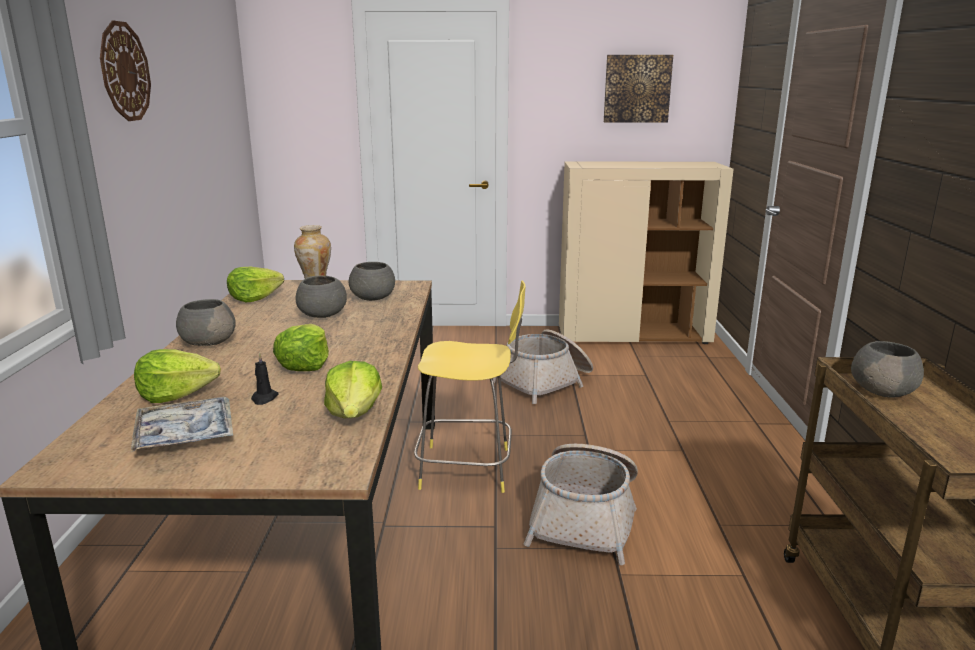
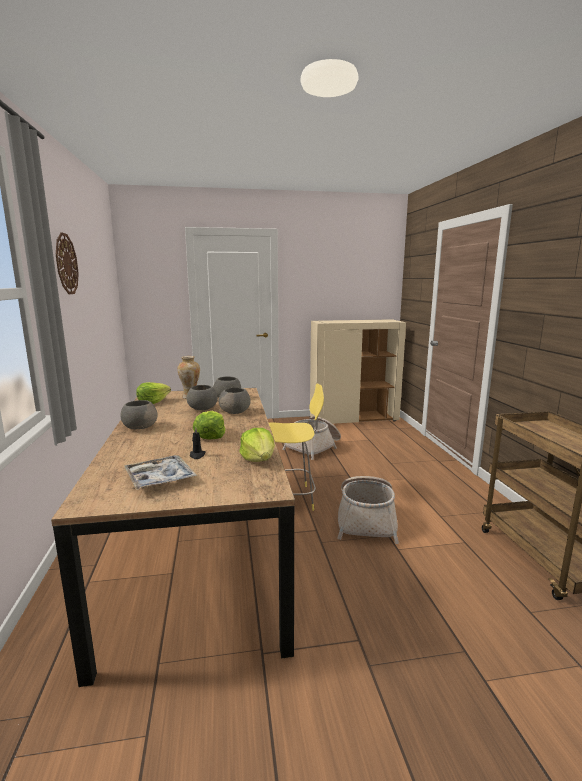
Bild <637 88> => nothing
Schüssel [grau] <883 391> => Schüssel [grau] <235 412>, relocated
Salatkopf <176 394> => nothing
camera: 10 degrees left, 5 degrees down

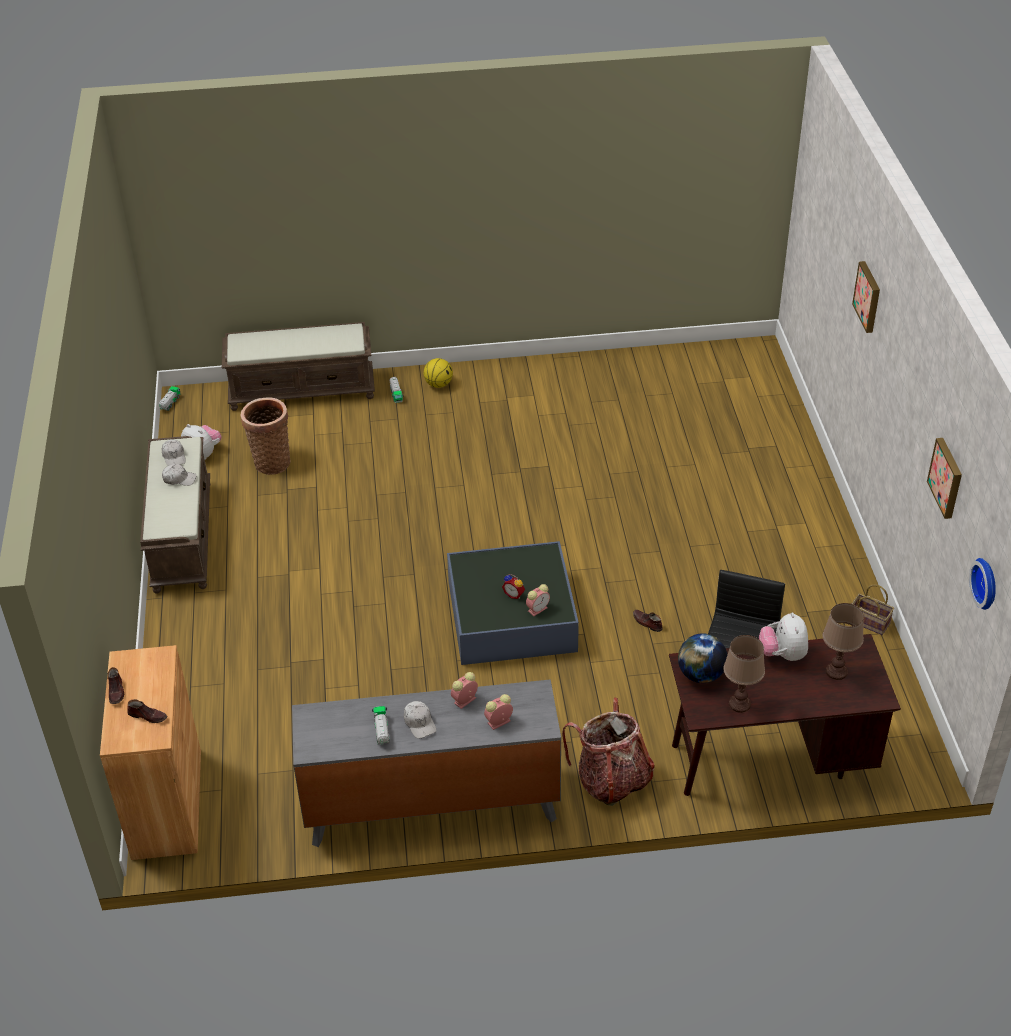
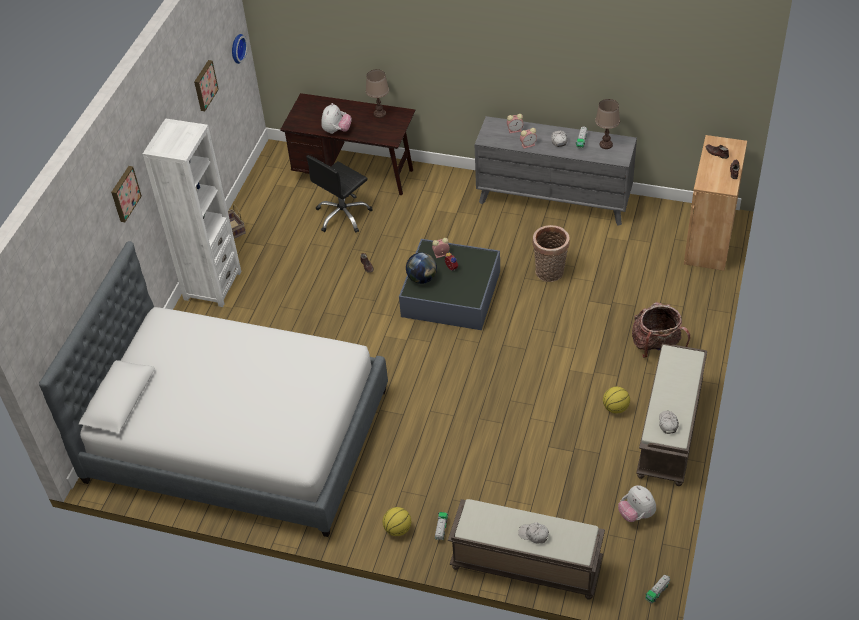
Korb <271 461> => Korb <550 273>, relocated
Kappe [weiß] <179 479> => Kappe [weiß] <534 535>, relocated
Tischlampe [braun] <836 671> => Tischlampe [braun] <606 145>, relocated
Globus <701 675> => Globus <422 279>, relocated
Rucksack <611 780> => Rucksack <656 346>, relocated
nothing => Bücherregal [weiß] <212 285>
nothing => Bett <238 435>
nothing => Basketball <615 408>
camera: 155 degrees left, 5 degrees up

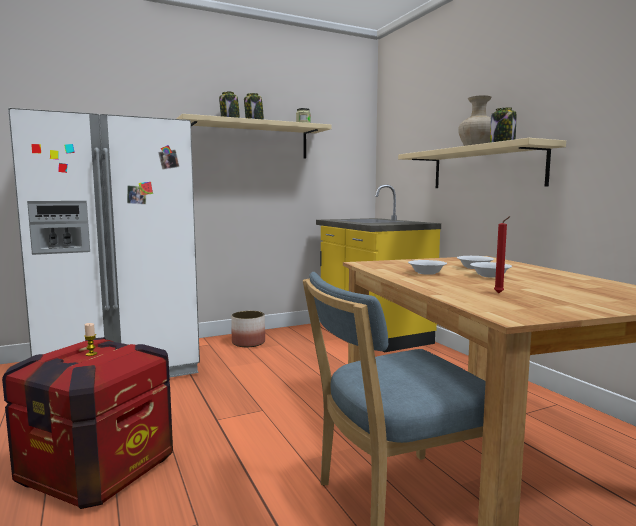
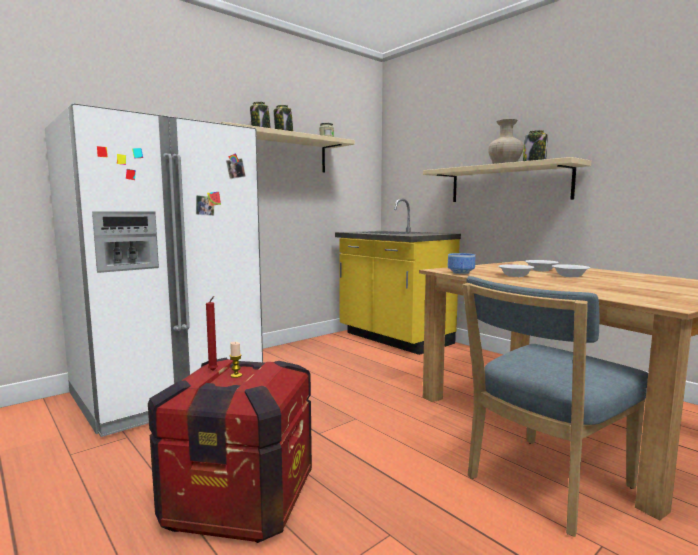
Kerze [rot] <500 293> => Kerze [rot] <213 371>, relocated
Pflanzkübel <248 343> => nothing
nothing => Schüssel <459 273>
camera: 15 degrees left, 0 degrees up

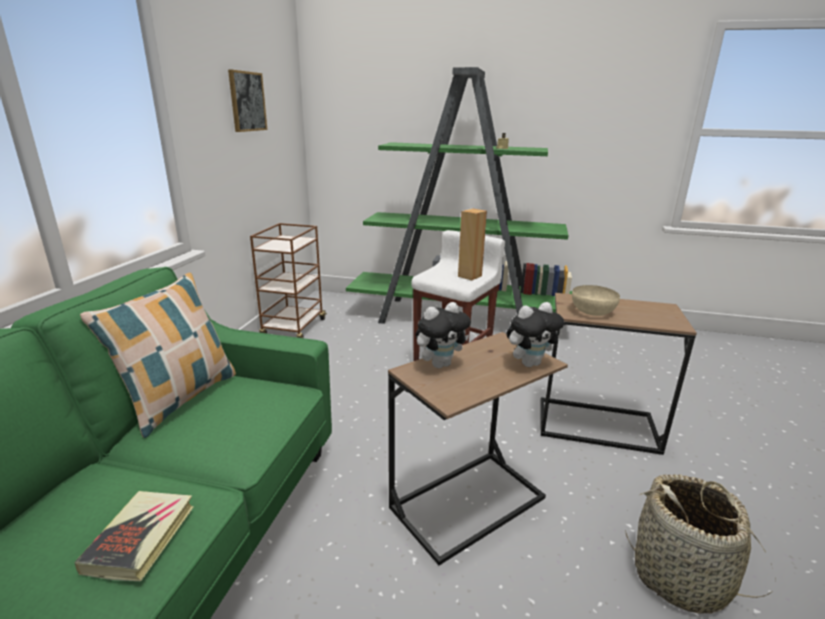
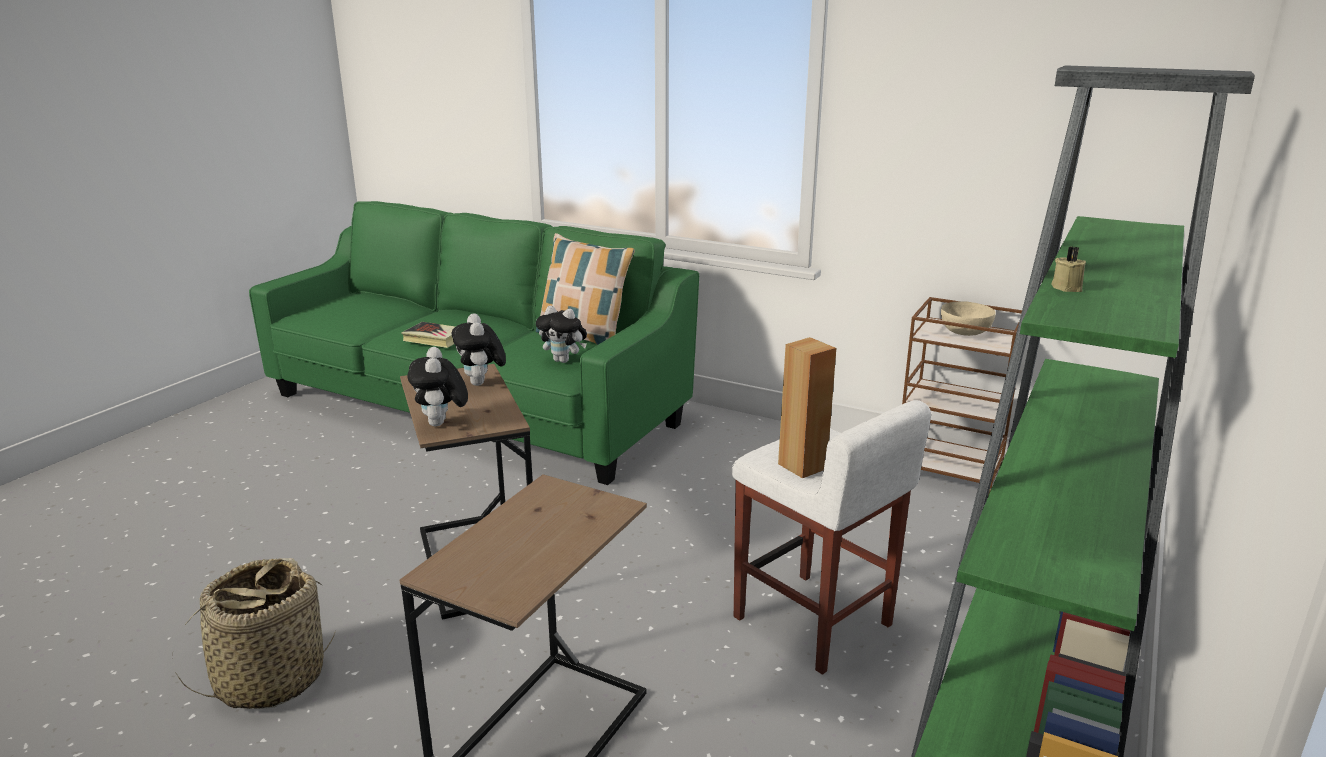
Bild <247 101> => nothing
Schüssel [beige] <592 311> => Schüssel [beige] <965 331>, relocated
nothing => Plüschtier <564 360>
camera: 105 degrees right, 0 degrees up

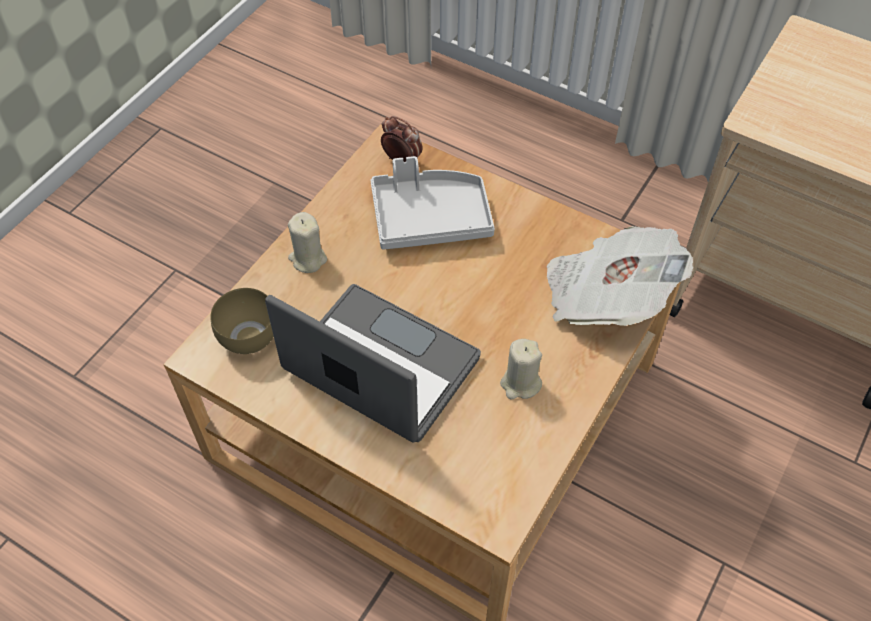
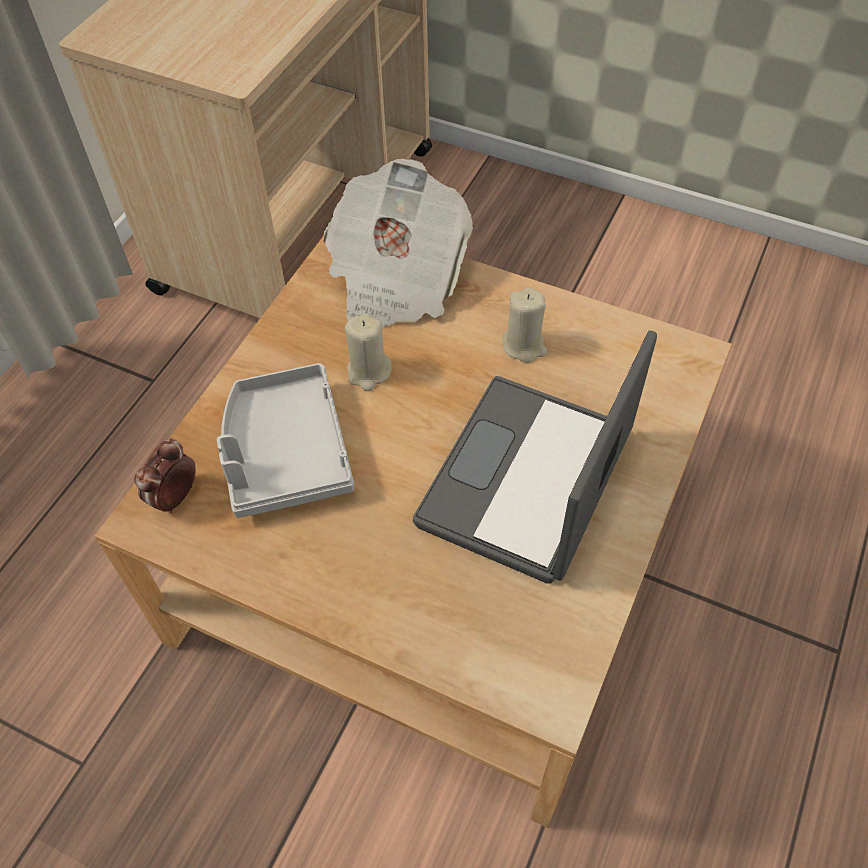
Kerze [beige] <308 259> => Kerze [beige] <368 372>, relocated
Schüssel [braun] <249 340> => nothing
camera: 95 degrees left, 0 degrees up

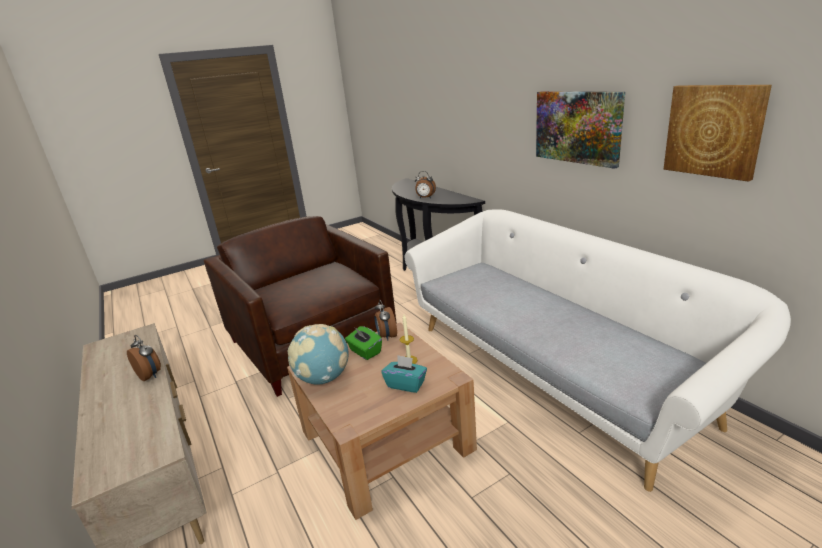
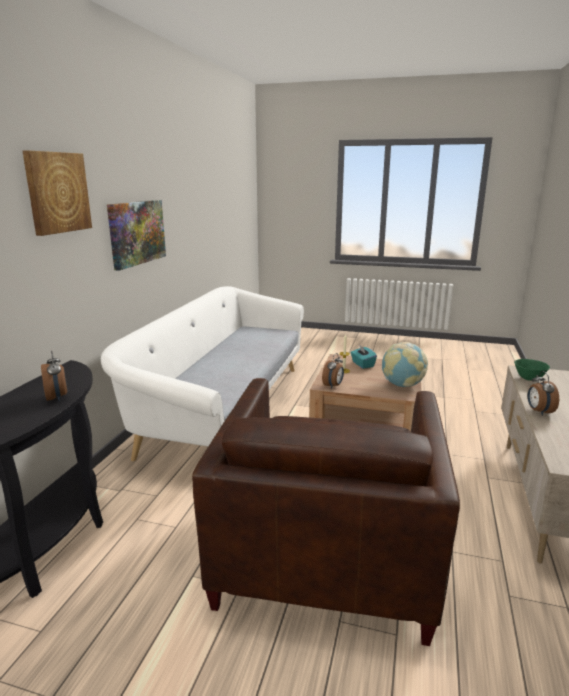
Bild <714 131> => Bild <57 192>, relocated
Taschentuchbox [grün] <365 352> => nothing
nothing => Schüssel [grün] <529 378>
camera: 135 degrees left, 5 degrees down

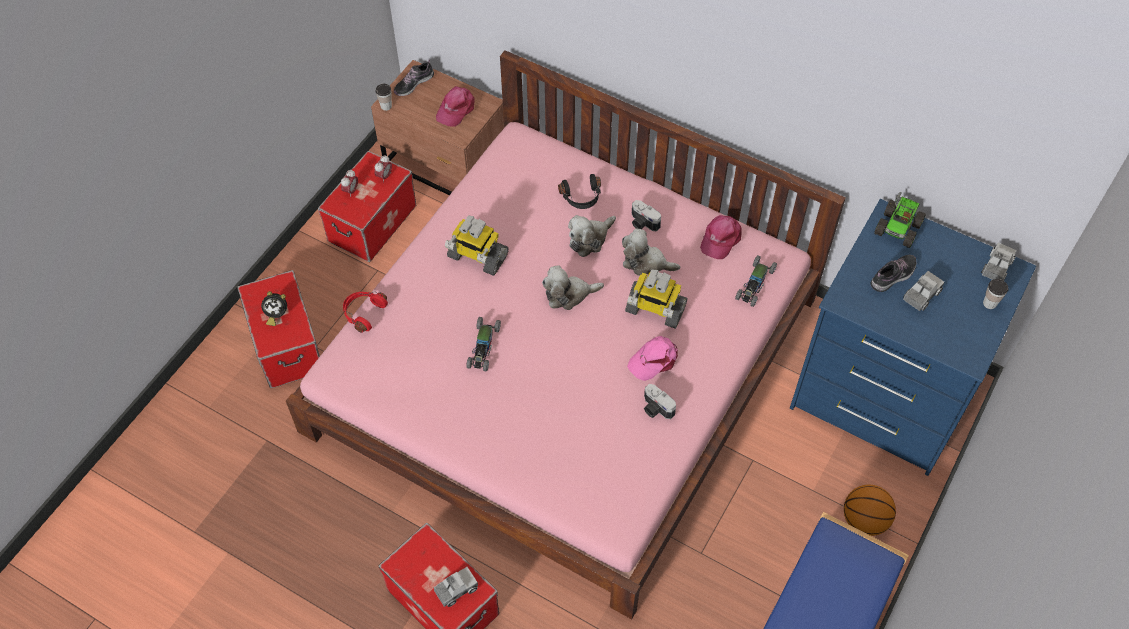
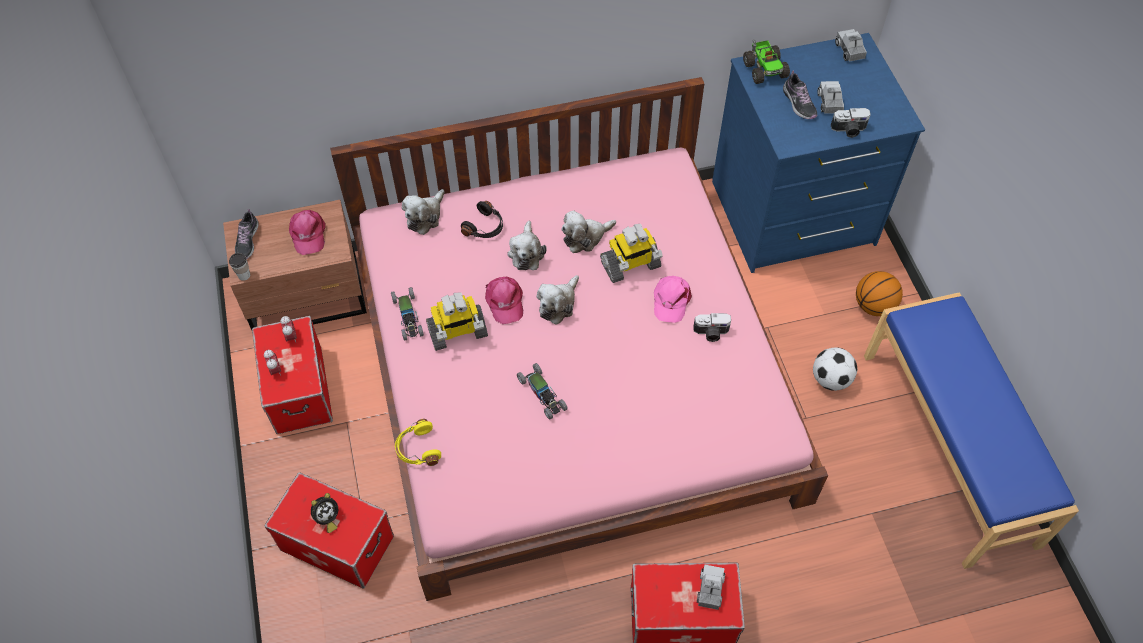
Kamera <642 223> => Kamera <849 130>, relocated
Kappe [rosa] <720 239> => Kappe [rosa] <504 301>, relocated
Spielzeugauto <755 284> => Spielzeugauto <408 316>, relocated
Schuh <893 276> => Schuh <799 103>, 150 degrees clockwise
Tasse <989 303> => nothing
Kopfhörer [rot] <363 313> => Kopfhörer [gelb] <417 449>
nothing => Plüschtier <425 216>
nothing => Fußball <830 379>
camera: 45 degrees left, 0 degrees up

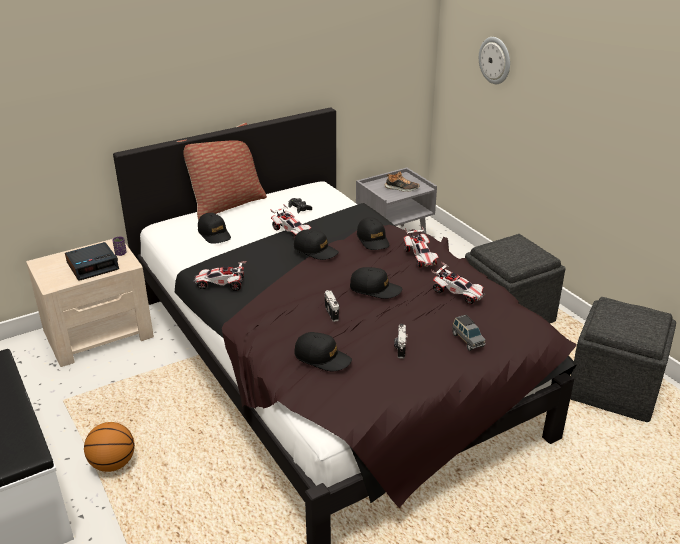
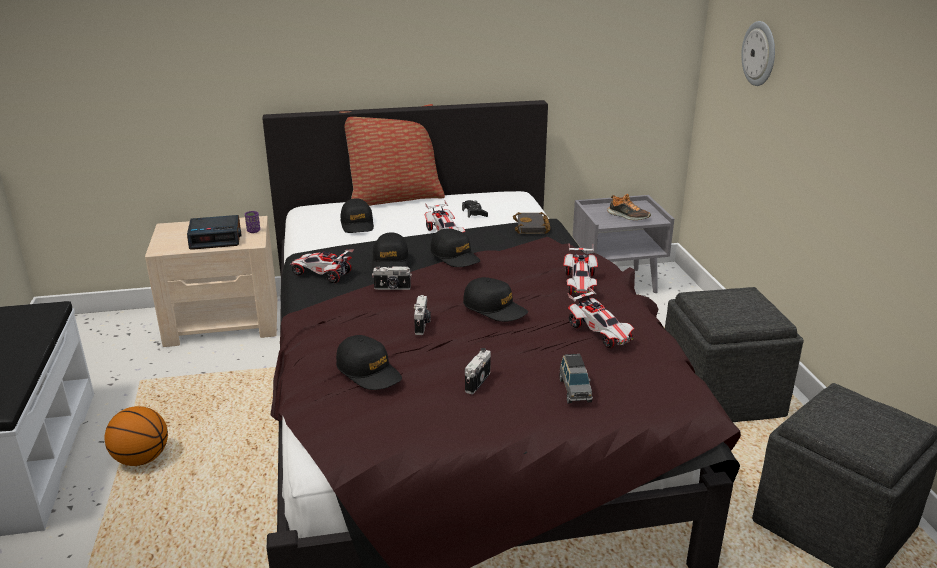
Kappe [schwarz] <373 240> => Kappe [schwarz] <390 262>, relocated
nothing => Buch [schwarz] <533 227>
nothing => Kamera <392 288>
camera: 20 degrees right, 5 degrees down

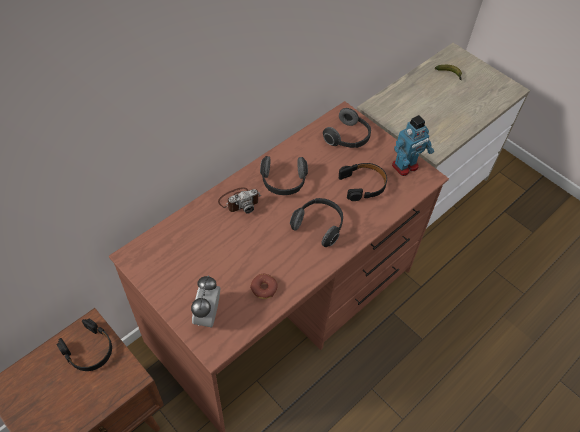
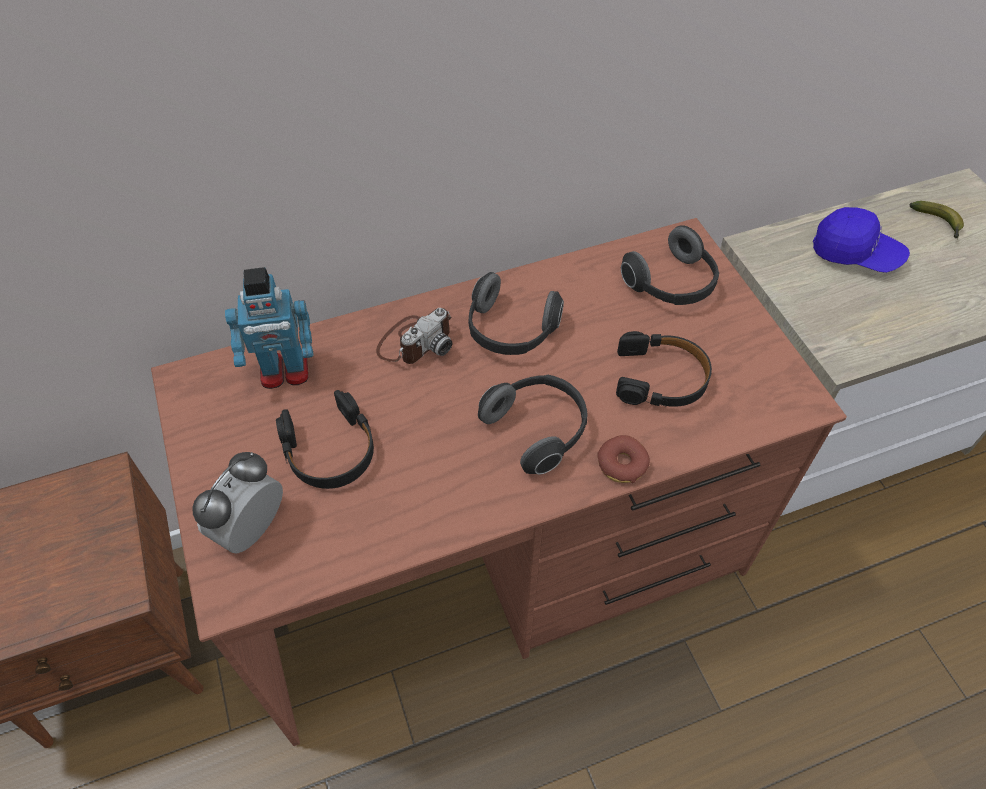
Spielzeugroboter <405 166> => Spielzeugroboter <284 372>, relocated
Kamera <239 201> => Kamera <415 341>, 45 degrees counterclockwise
Donut <264 288> => Donut <622 464>, relocated
Kopfhörer [schwarz] <89 350> => Kopfhörer [schwarz] <330 450>, relocated
nothing => Kappe [blau] <855 254>
camera: 25 degrees right, 0 degrees up

